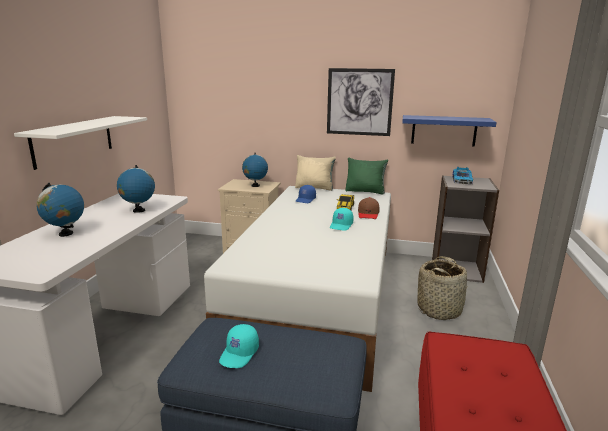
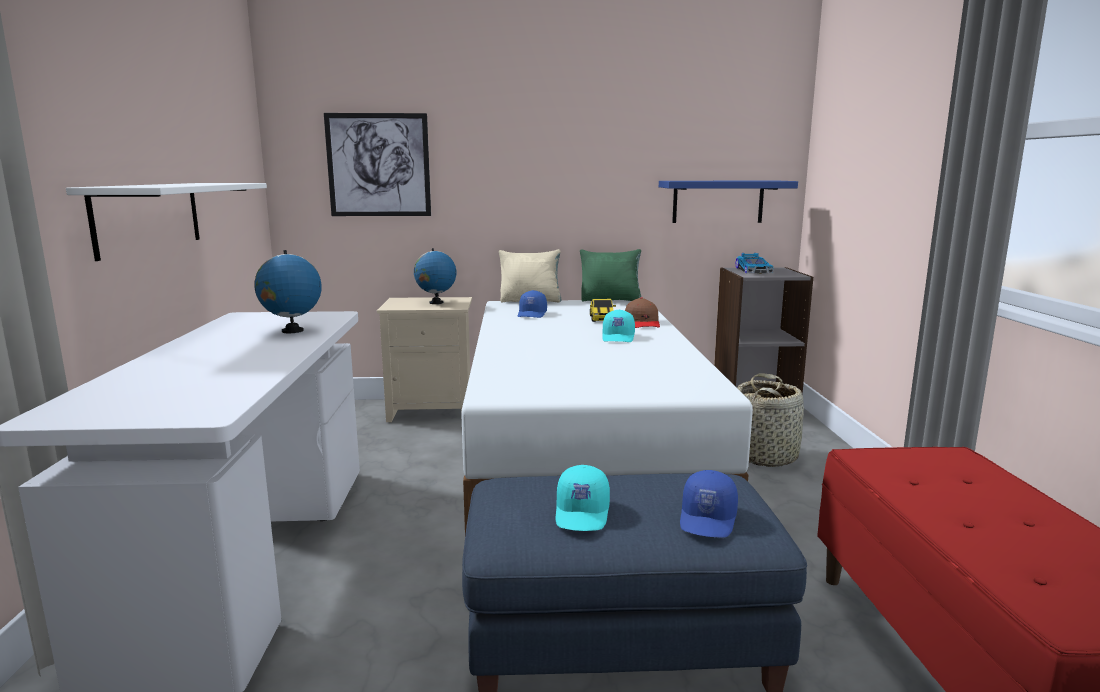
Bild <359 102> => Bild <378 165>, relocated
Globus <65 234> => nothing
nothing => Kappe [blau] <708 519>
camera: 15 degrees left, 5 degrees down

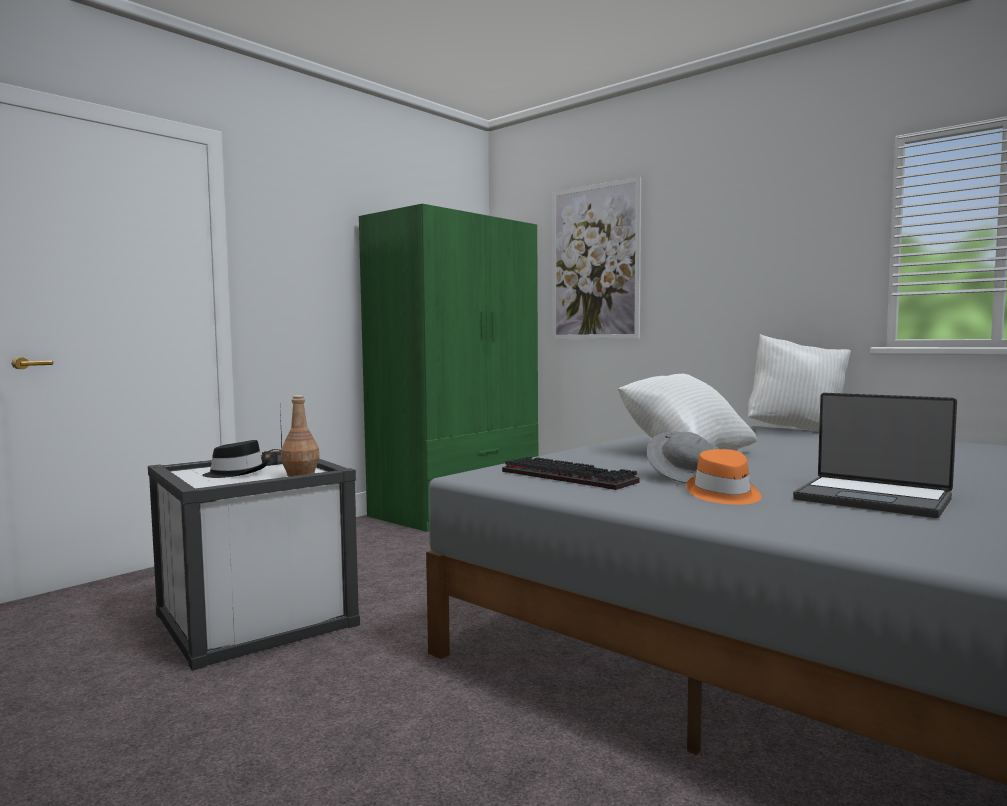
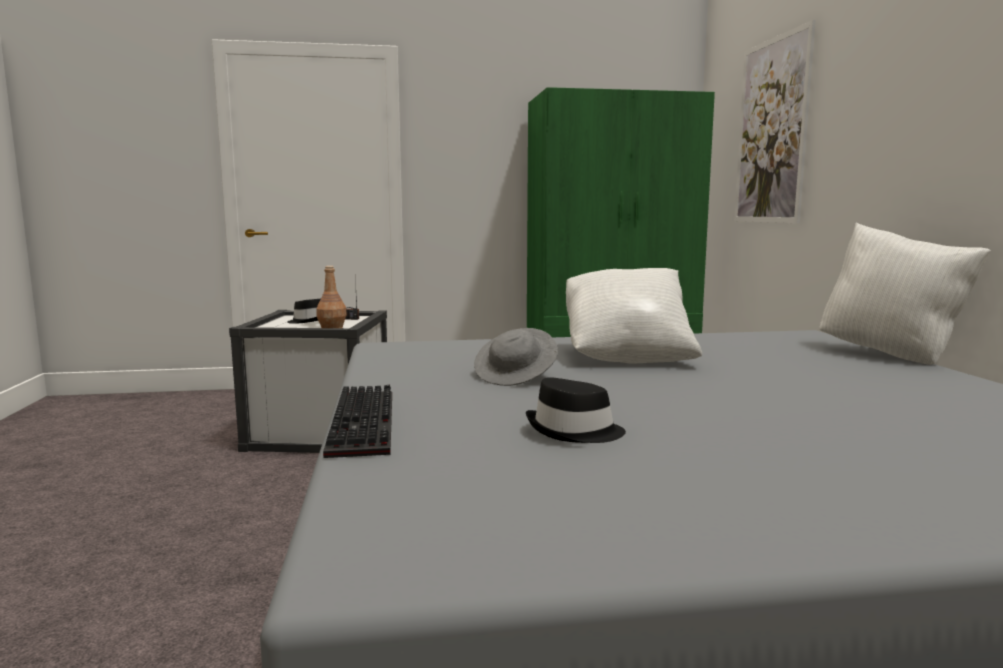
Laptop <873 499> => Hut [schwarz] <574 431>
Hut [orange] <723 494> => nothing
Tastatur <571 477> => Tastatur <366 424>, relocated
camera: 40 degrees right, 5 degrees up

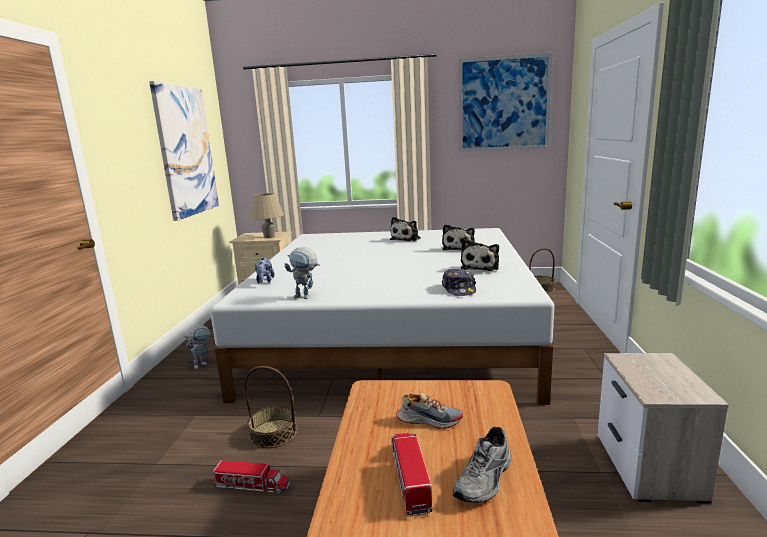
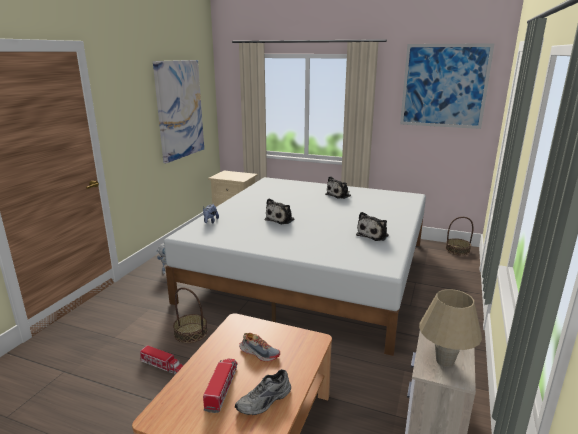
Tischlampe [beige] <269 237> => Tischlampe [beige] <445 361>, relocated
Plüschtier <459 248> => Plüschtier <281 219>, relocated
Spielzeugroboter <306 297> => nothing
Kappe <459 289> => nothing
camera: 15 degrees right, 5 degrees up

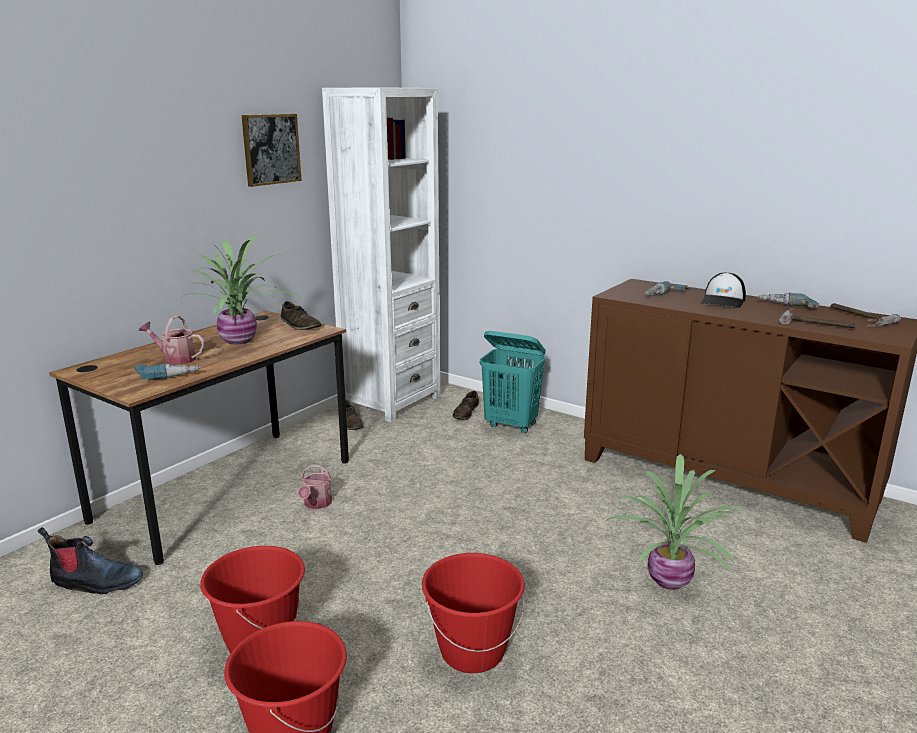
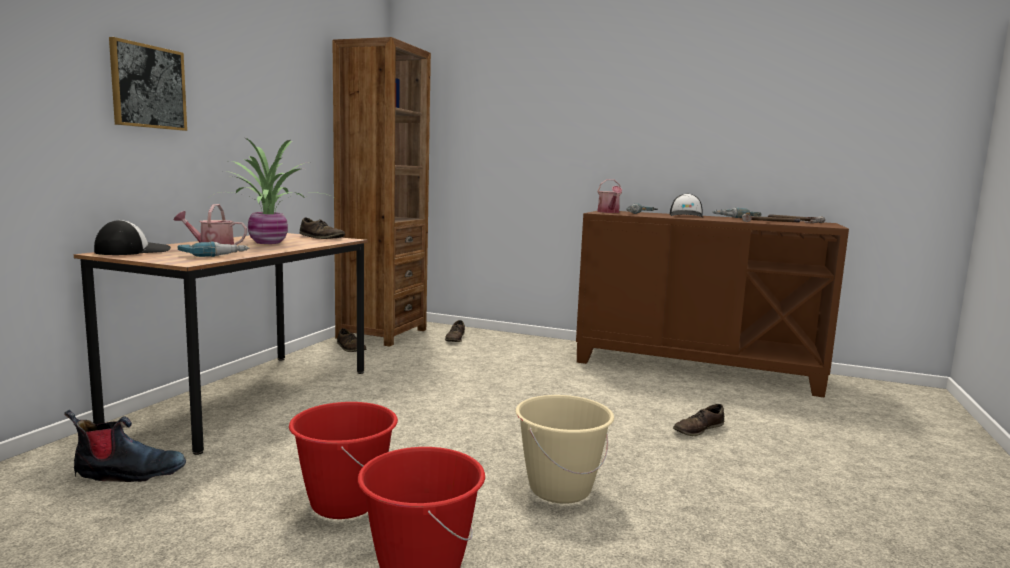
Bücherregal [weiß] <391 401> => Bücherregal [braun] <382 334>
Bild <271 149> => Bild <148 87>, relocated
Wäschekorb [türkis] <511 425> => nothing
Topfpflanze <672 581> => Schuh [braun] <698 429>
Gießkanne <316 504> => Gießkanne <609 212>, relocated
Eimer [rot] <472 651> => Eimer [beige] <559 488>
nothing => Kappe <132 251>
camera: 15 degrees left, 10 degrees down

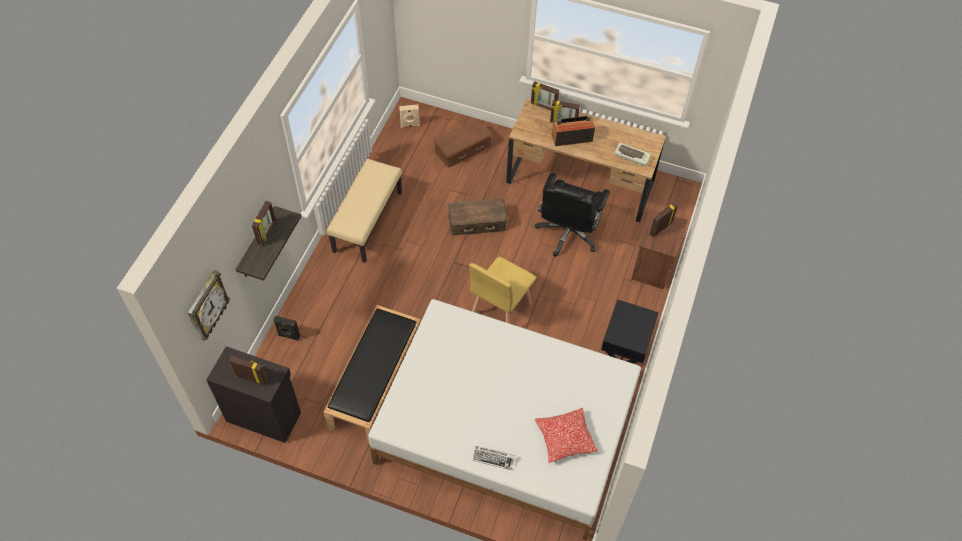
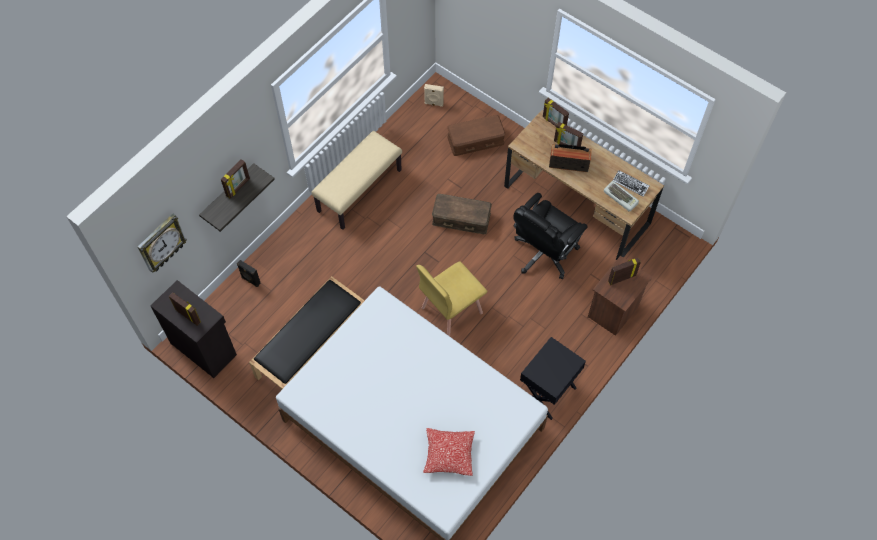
Tastatur <494 458> => Tastatur <630 184>, relocated
camera: 20 degrees right, 5 degrees up

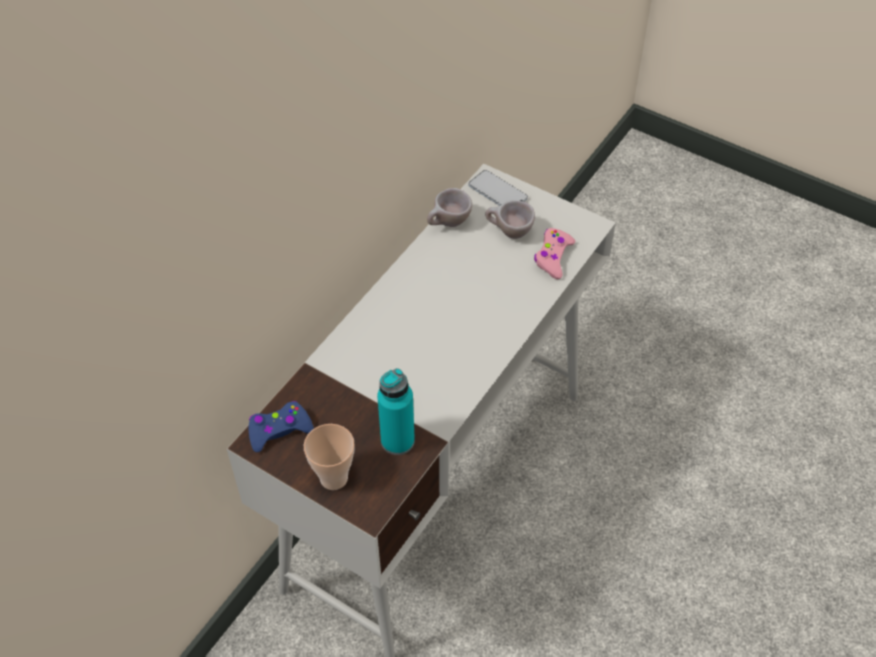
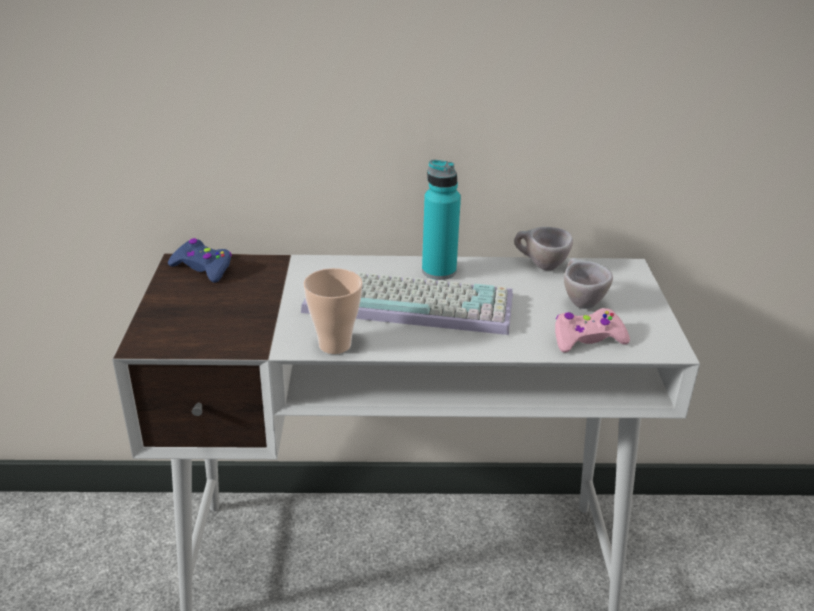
Handy <497 192> => nothing
Flasche [türkis] <397 441> => Flasche [türkis] <439 271>, relocated
Tasse <333 478> => Tasse <334 345>, relocated
nothing => Tastatur <412 302>
camera: 55 degrees right, 20 degrees down

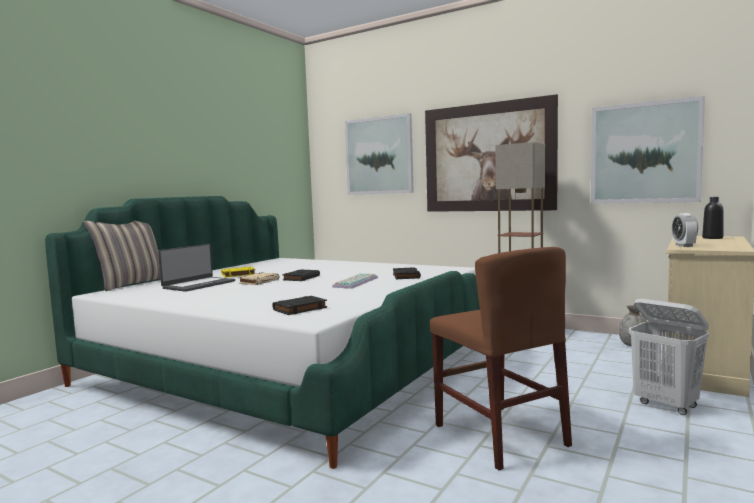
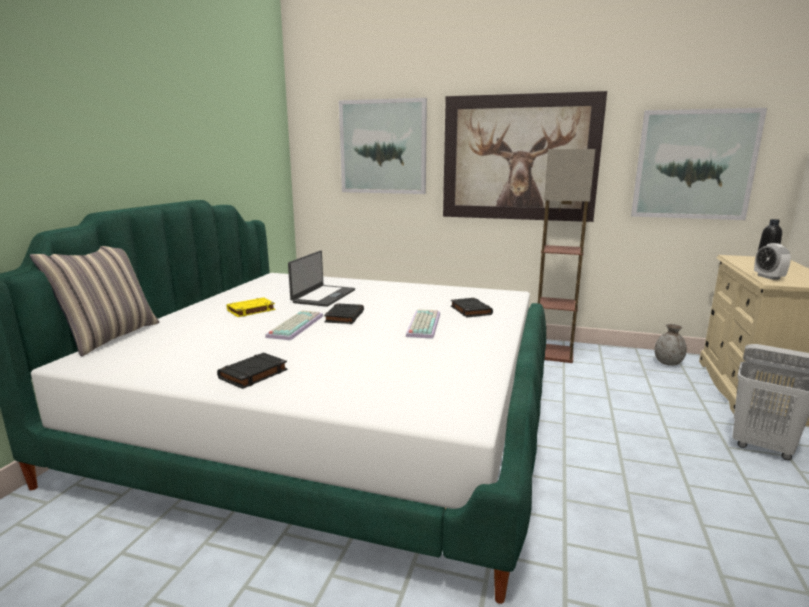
Laptop <198 284> => Laptop <323 296>, relocated
Stuhl [braun] <499 435> => nothing
Buch [beige] <259 281> => Tastatur <295 325>
Buch [schwarz] <299 309> => Buch [schwarz] <253 374>, relocated
camera: 15 degrees left, 10 degrees up

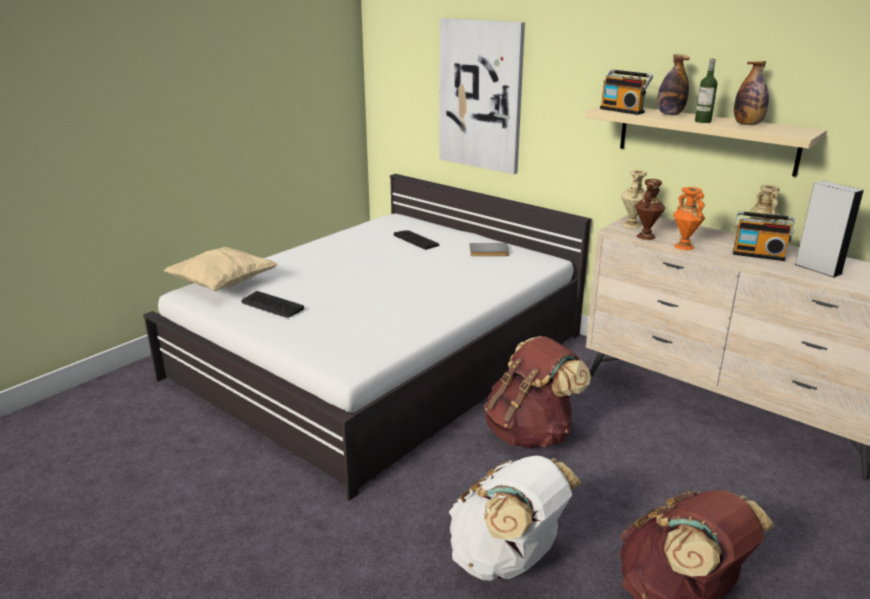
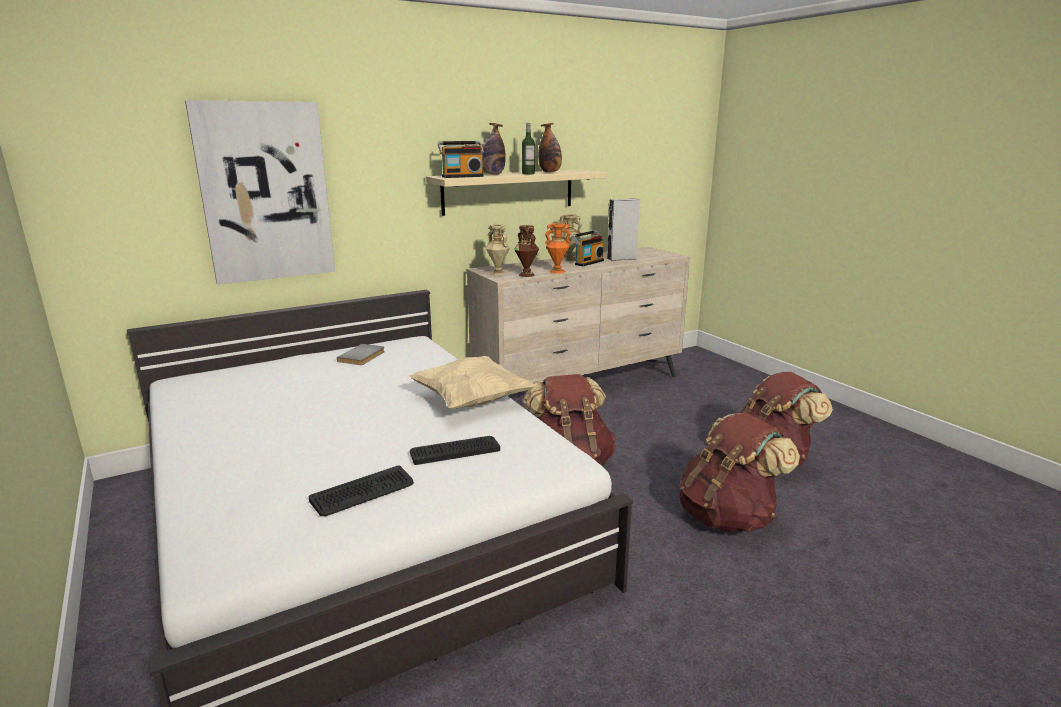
Tastatur <416 240> => Tastatur <454 450>, relocated
Kissen [beige] <223 284> => Kissen [beige] <471 401>, relocated
Rucksack [weiß] <507 559> => Rucksack [braun] <727 517>
camera: 70 degrees left, 5 degrees down

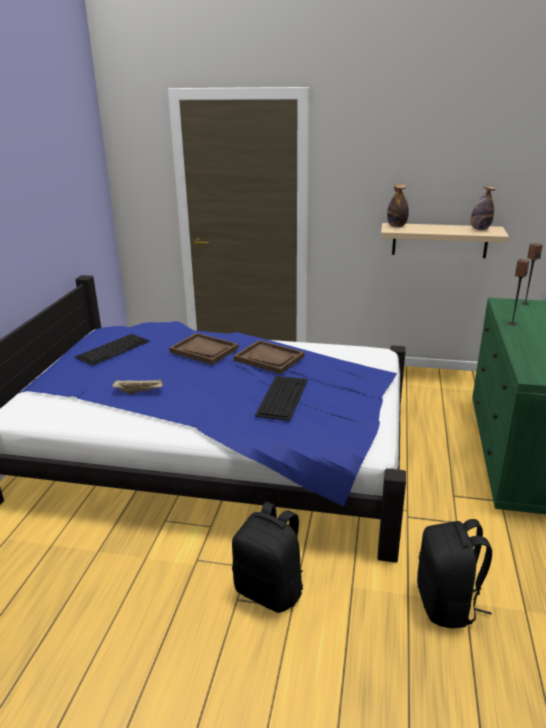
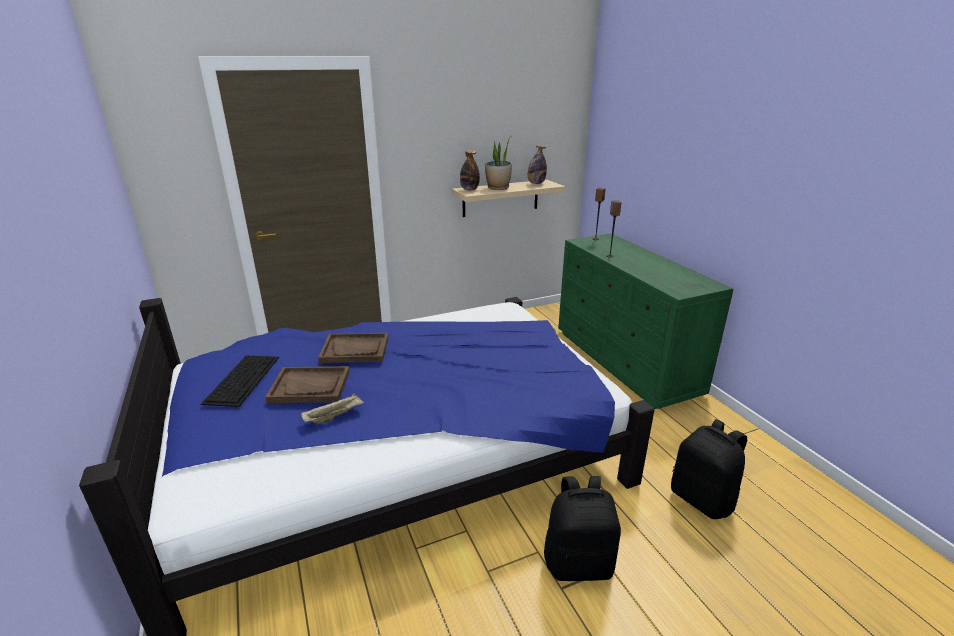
Tablett [braun] <269 358> => Tablett [braun] <310 386>, relocated
Tastatur <282 396> => nothing
nothing => Topfpflanze <498 188>
camera: 35 degrees left, 0 degrees up

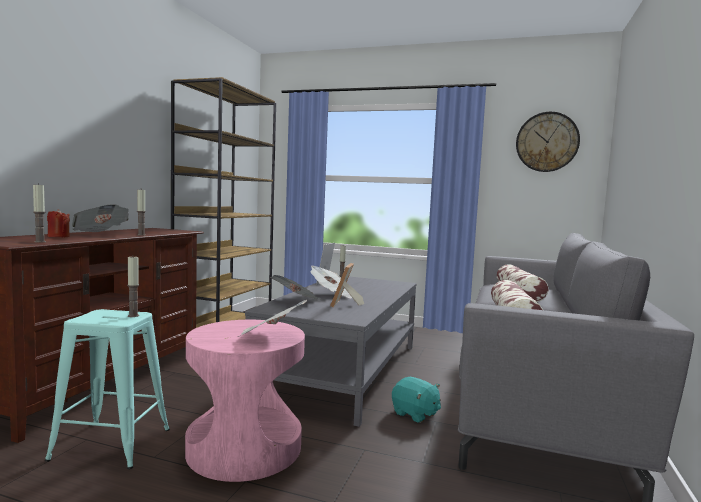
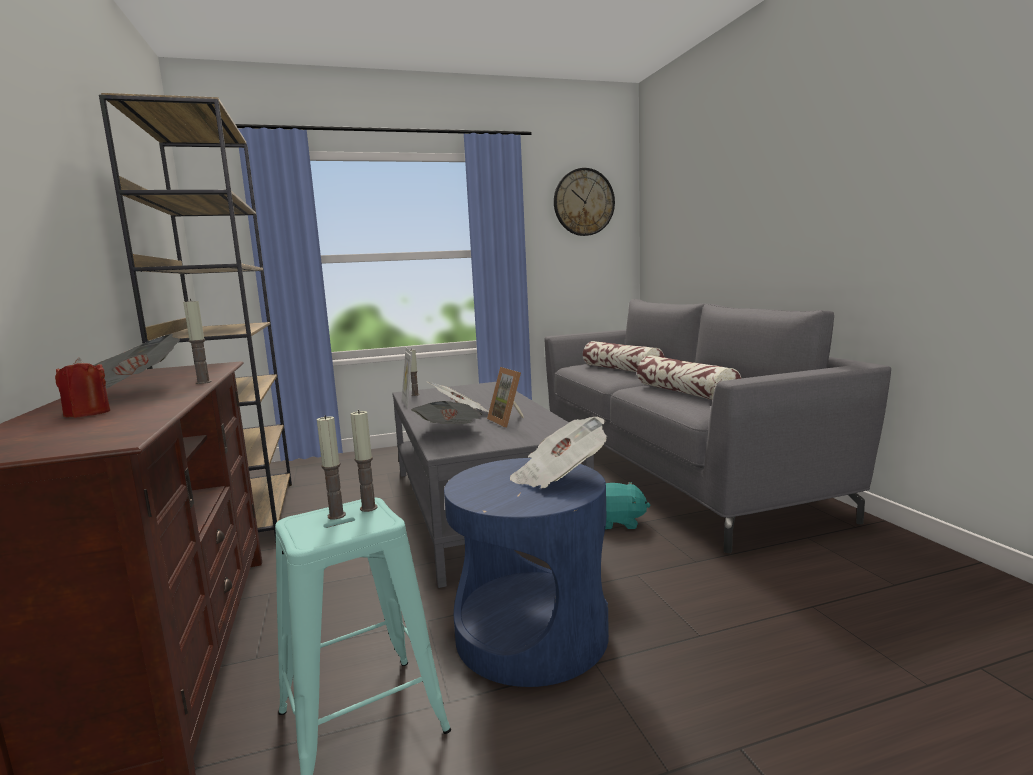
Kerze <40 242> => Kerze <336 515>, relocated
Beistelltisch [rosa] <244 448> => Beistelltisch [blau] <532 633>
camera: 35 degrees left, 5 degrees up

